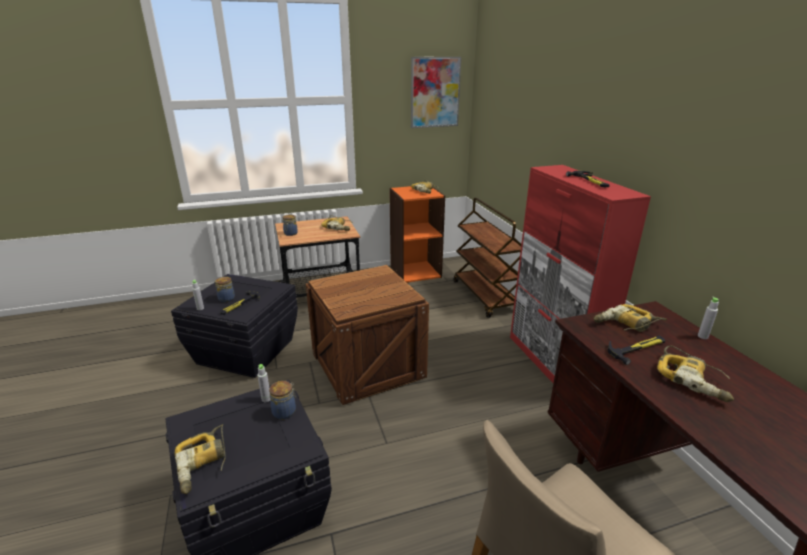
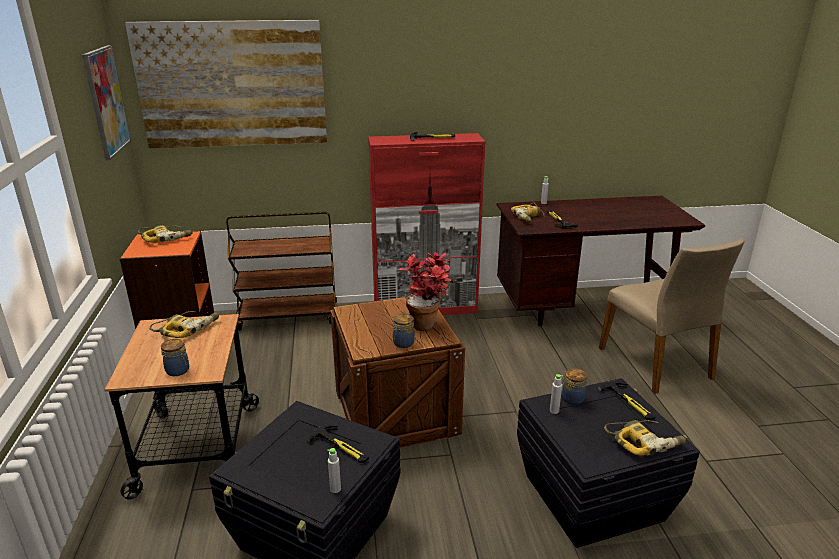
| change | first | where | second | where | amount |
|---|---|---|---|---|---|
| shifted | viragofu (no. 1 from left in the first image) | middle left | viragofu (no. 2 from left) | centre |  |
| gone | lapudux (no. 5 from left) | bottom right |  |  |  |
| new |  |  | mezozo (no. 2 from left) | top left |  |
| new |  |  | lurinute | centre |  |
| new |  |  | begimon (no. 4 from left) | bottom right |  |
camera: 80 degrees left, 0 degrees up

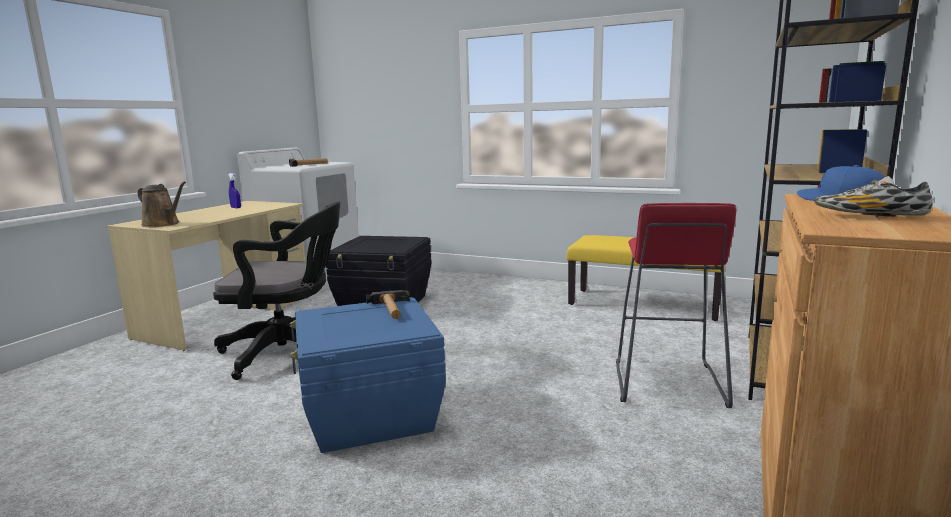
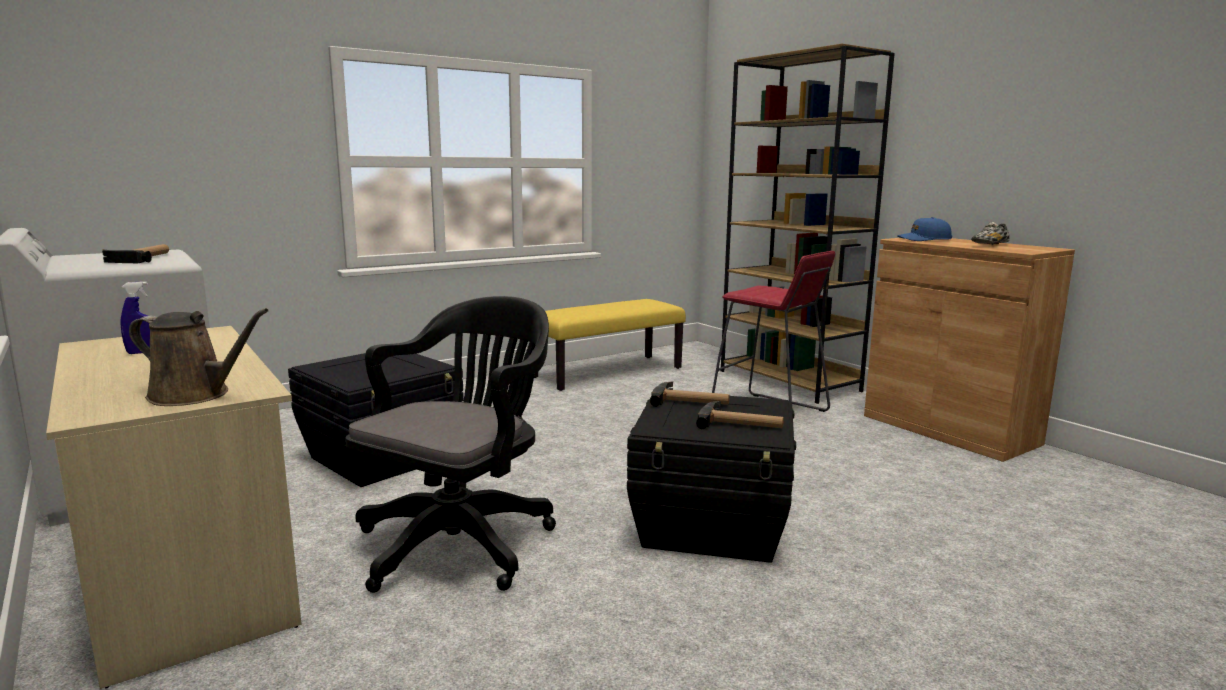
| change | first | where | second | where | amount |
|---|---|---|---|---|---|
| rotated | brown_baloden | middle left |  | middle left | 45 degrees clockwise |
| repainted | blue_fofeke | bottom centre | black_fofeke (no. 2 from left) | bottom centre |  |
| new |  |  | begimon (no. 3 from left) | centre |  |
camera: 60 degrees left, 0 degrees up

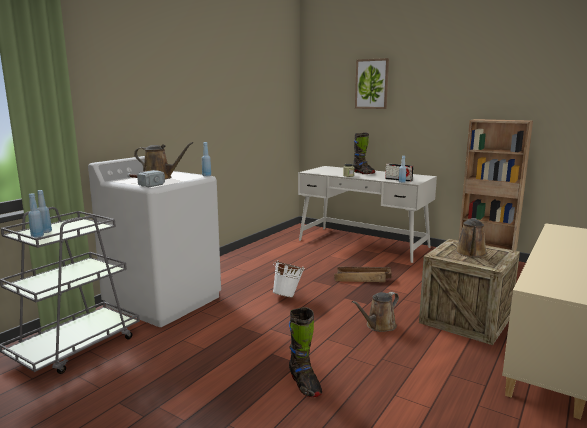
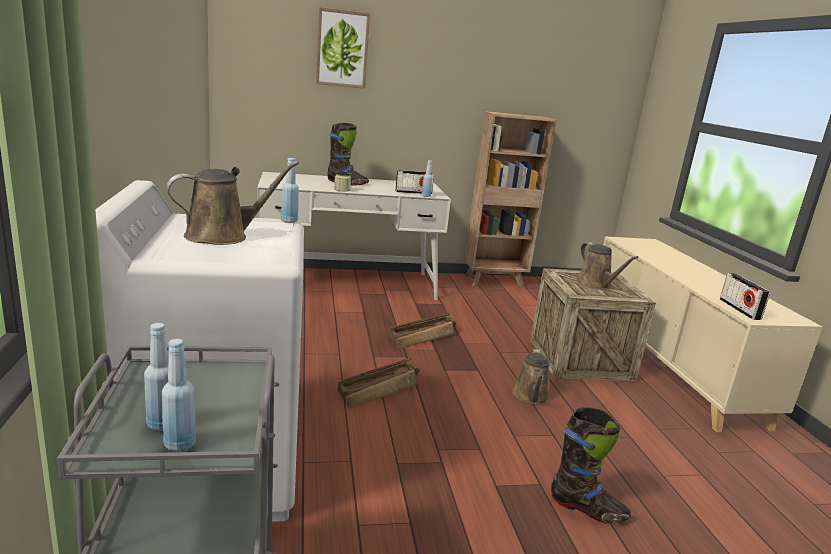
| change | first | where | second | where | amount |
|---|---|---|---|---|---|
| gone | begimon | middle left |  |  |  |
| swapped | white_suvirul | centre | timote (no. 1 from left) | bottom centre |  |
| new |  |  | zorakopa (no. 2 from left) | middle right |  |
camera: 45 degrees left, 5 degrees up

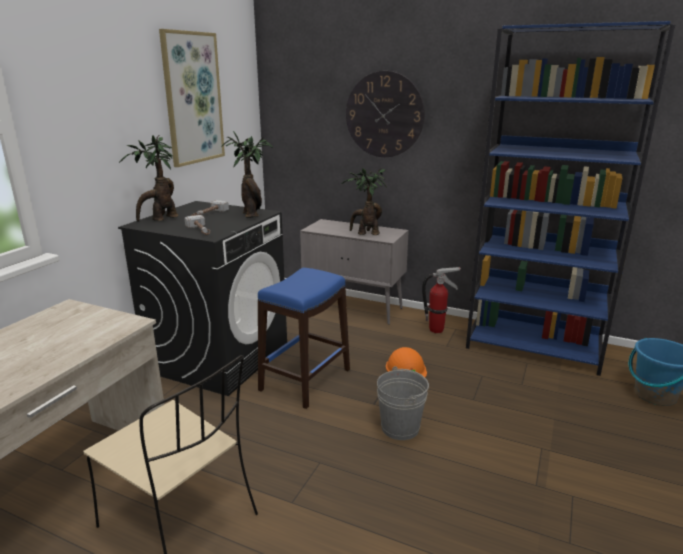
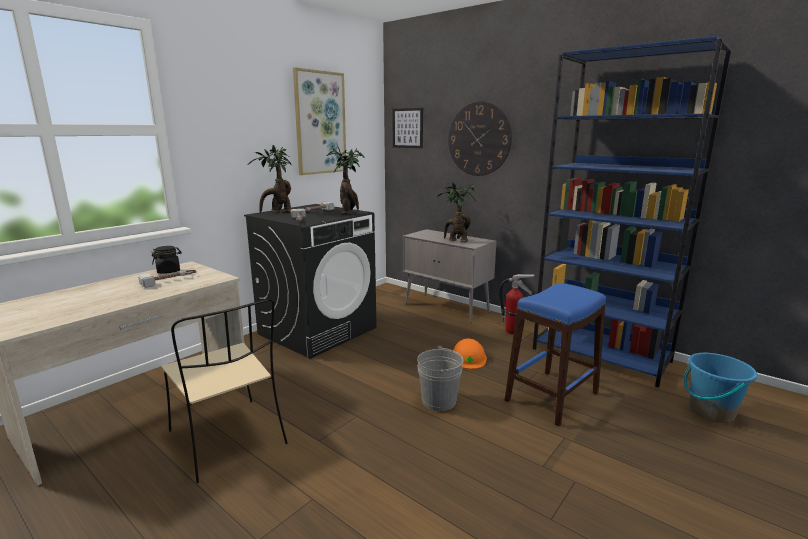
| change | first | where | second | where | amount |
|---|---|---|---|---|---|
| shifted | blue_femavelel | centre |  | middle right |  |
| new |  |  | mezozo (no. 2 from left) | top centre |  |
| new |  |  | black_viragofu | middle left |  |
| new |  |  | begimon (no. 1 from left) | middle left |  |
camera: 15 degrees right, 5 degrees down

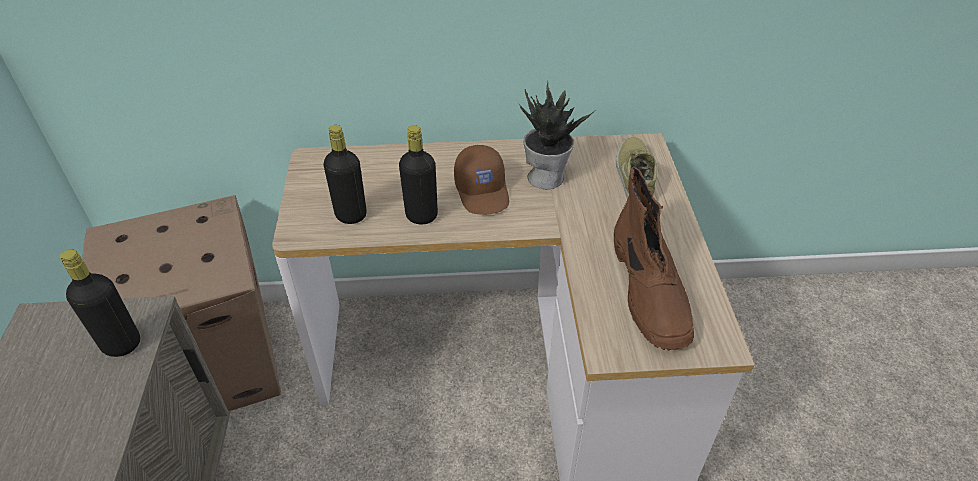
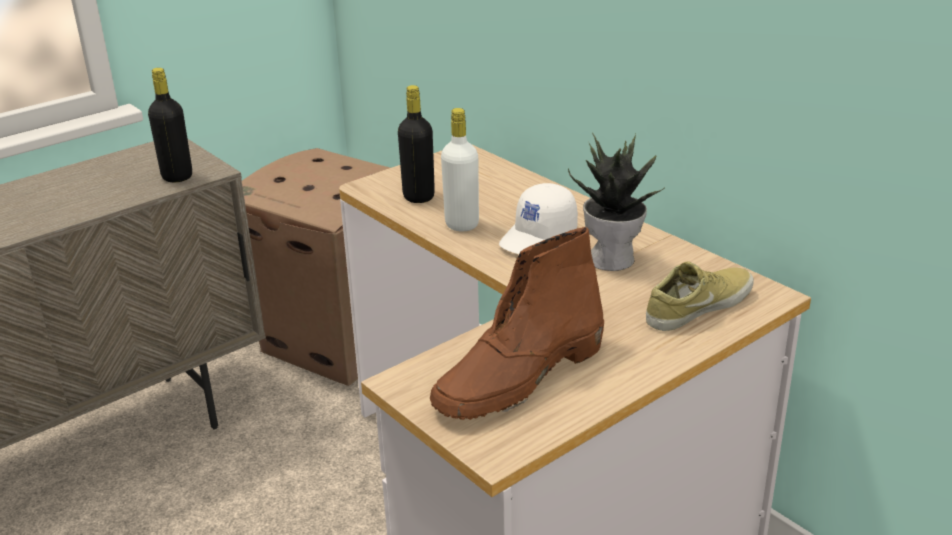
| change | first | where | second | where | amount |
|---|---|---|---|---|---|
| repainted | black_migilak (no. 3 from left) | centre | white_migilak | top centre |  |
| repainted | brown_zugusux | centre | white_zugusux | centre |  |
camera: 55 degrees right, 15 degrees down

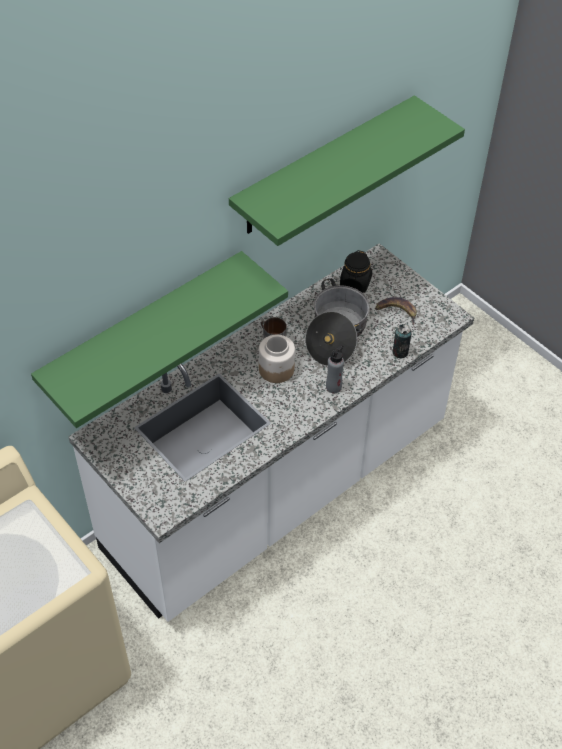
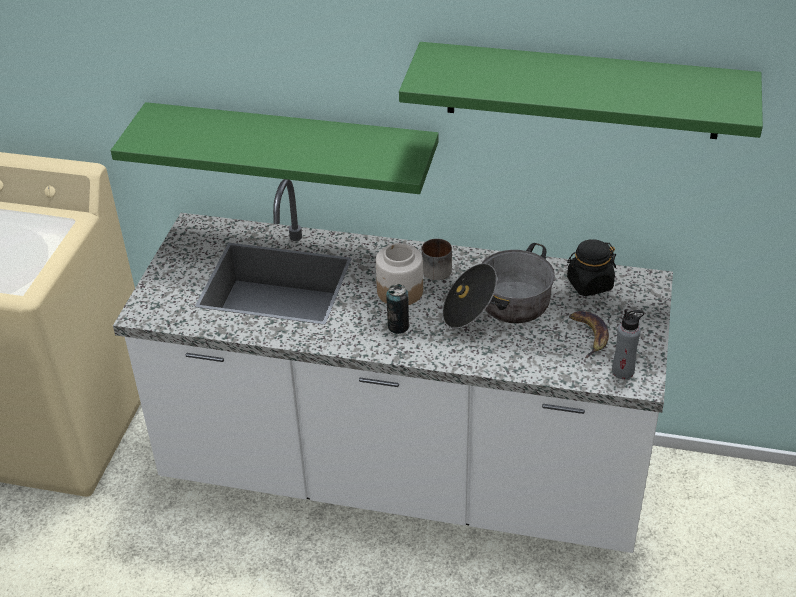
| change | first | where | second | where | amount |
|---|---|---|---|---|---|
| shifted | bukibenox | middle right |  | centre |  |
| shifted | grey_migilak | centre |  | middle right |  |
camera: 55 degrees right, 10 degrees down

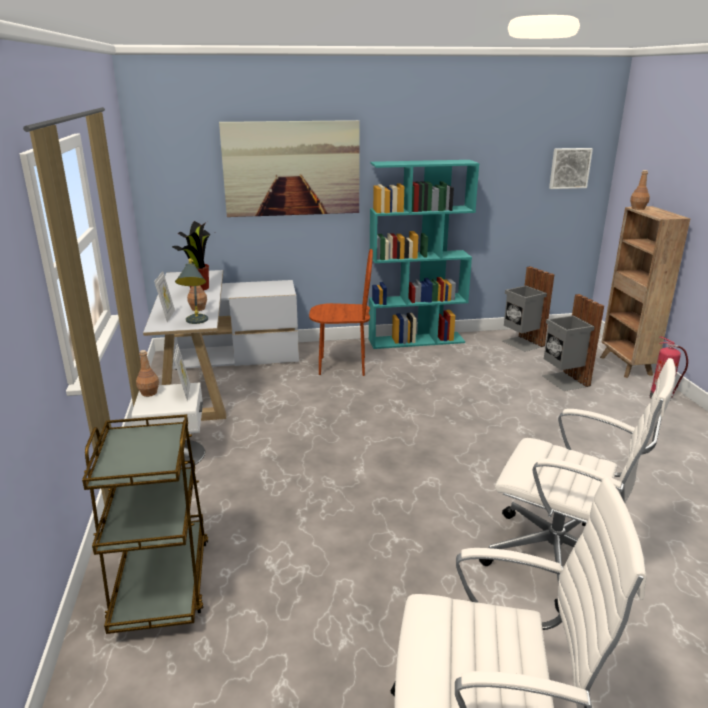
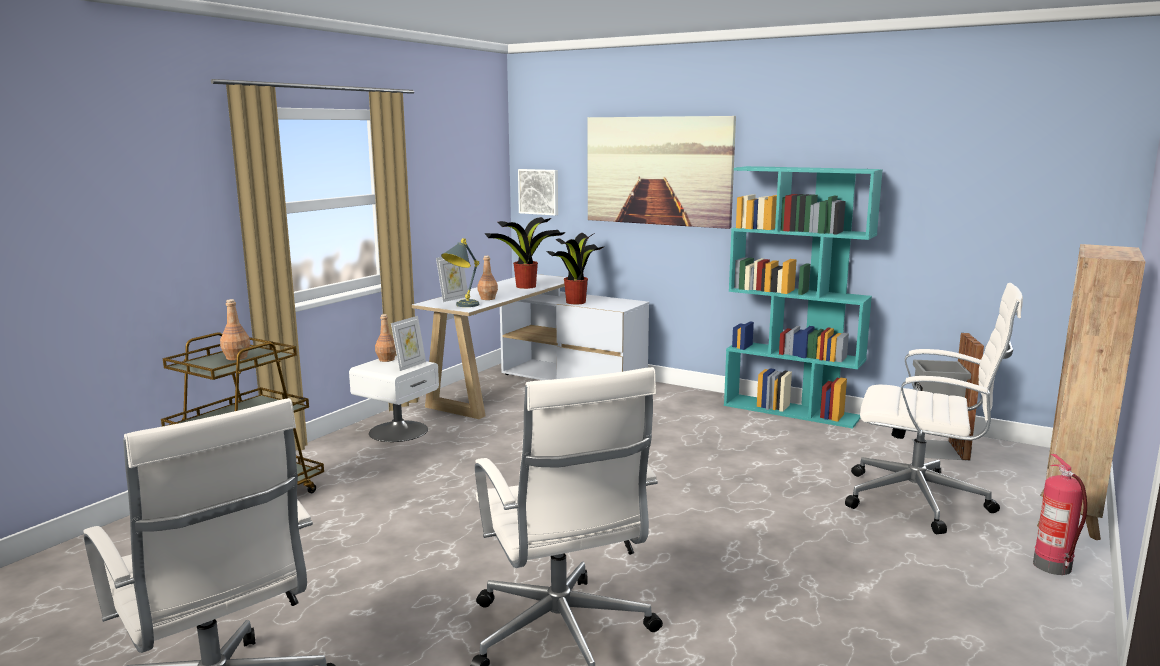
| change | first | where | second | where | amount |
|---|---|---|---|---|---|
| shifted | mezozo (no. 2 from left in the first image) | top right | mezozo (no. 1 from left) | top centre |  |
| shifted | brown_migilak (no. 3 from left in the first image) | top right | brown_migilak (no. 1 from left) | middle left |  |
| gone | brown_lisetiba | centre |  |  |  |
| swapped | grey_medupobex (no. 2 from left) | middle right | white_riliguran (no. 3 from left) | middle right |  |
| new |  |  | lurinute (no. 2 from left) | centre |  |
camera: 40 degrees right, 10 degrees down

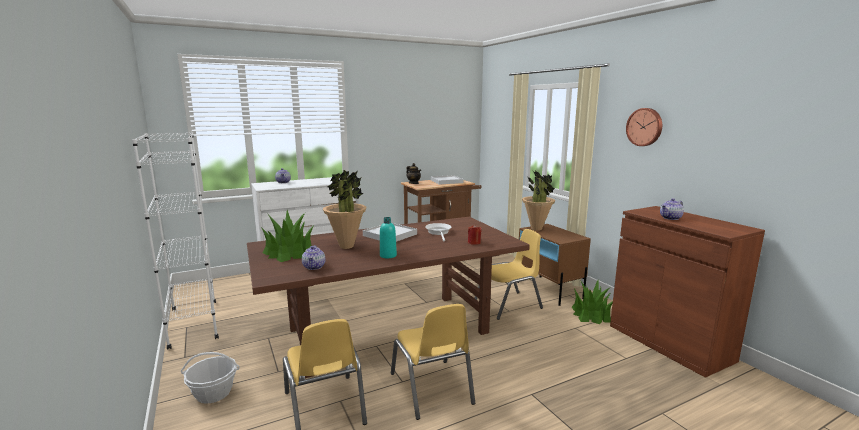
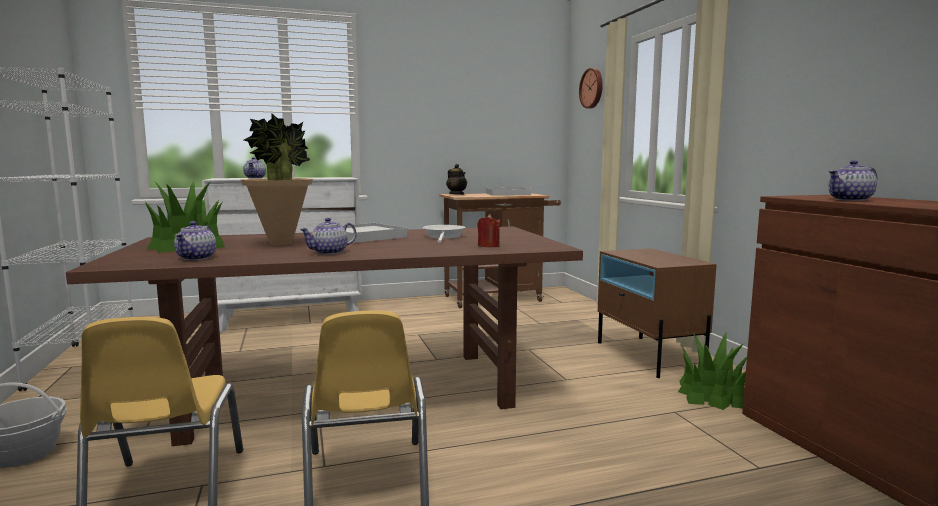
| change | first | where | second | where | amount |
|---|---|---|---|---|---|
| shifted | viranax | top right |  | top centre |  |
| gone | lurinute (no. 3 from left) | centre |  |  |  |
| swapped | turquoise_migilak | centre | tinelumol (no. 3 from left) | centre |  |
| gone | yellow_lisetiba (no. 3 from left) | centre |  |  |  |
camera: 10 degrees right, 5 degrees down

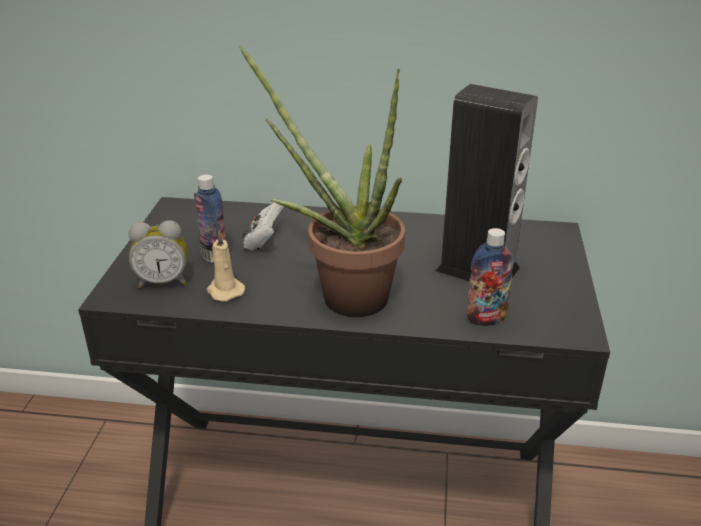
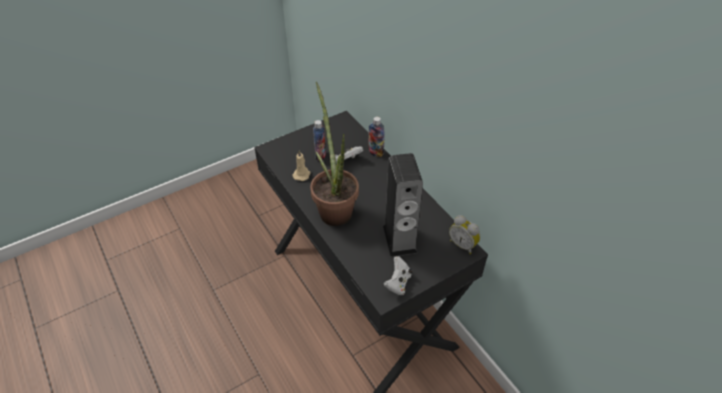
| change | first | where | second | where | amount |
|---|---|---|---|---|---|
| shifted | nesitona | middle left |  | centre |  |
| shifted | migilak (no. 2 from left) | middle right |  | centre |  |
| new |  |  | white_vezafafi (no. 2 from left) | bottom centre |  |
camera: 50 degrees right, 15 degrees up

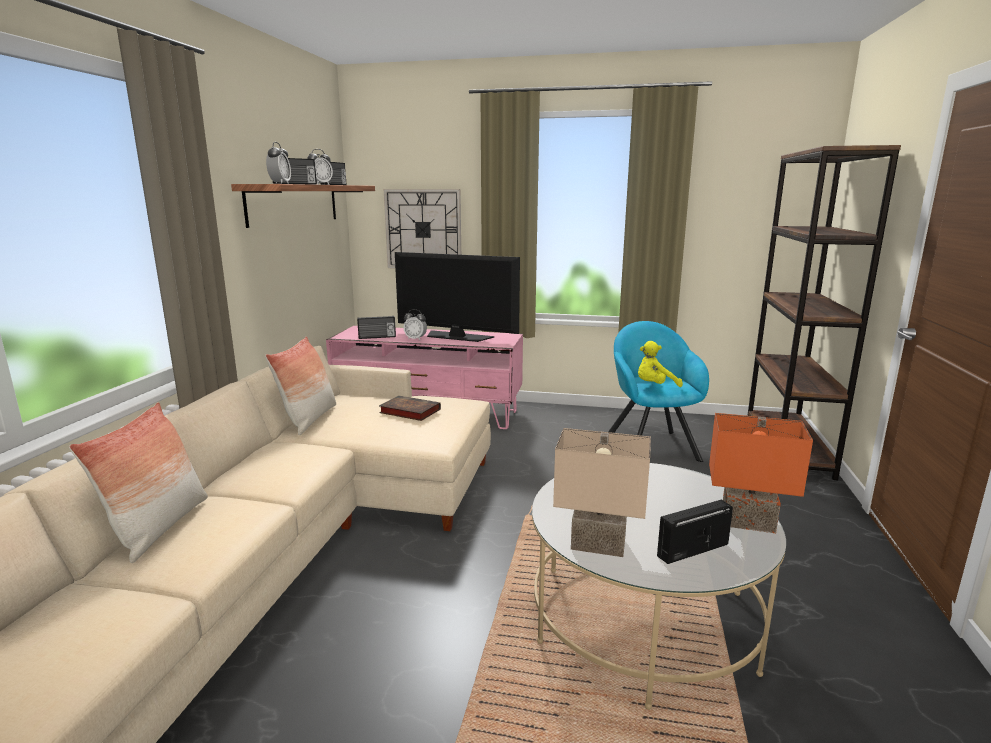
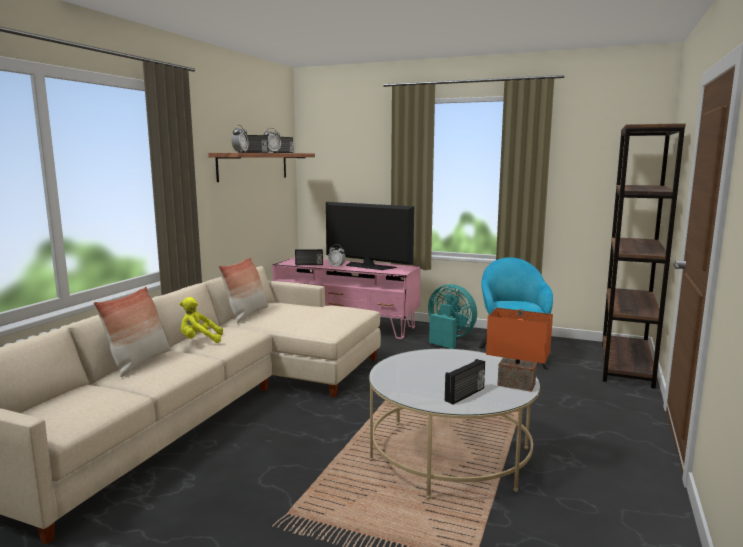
| change | first | where | second | where | amount |
|---|---|---|---|---|---|
| gone | viranax | top centre |  |  |  |
| shifted | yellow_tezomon | centre |  | middle left |  |
| gone | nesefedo | centre |  |  |  |
| gone | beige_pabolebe | centre |  |  |  |
| rotated | zorakopa (no. 4 from left) | bottom right |  | bottom centre | 150 degrees clockwise |
| new |  |  | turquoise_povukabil | centre |  |
camera: 10 degrees right, 5 degrees down

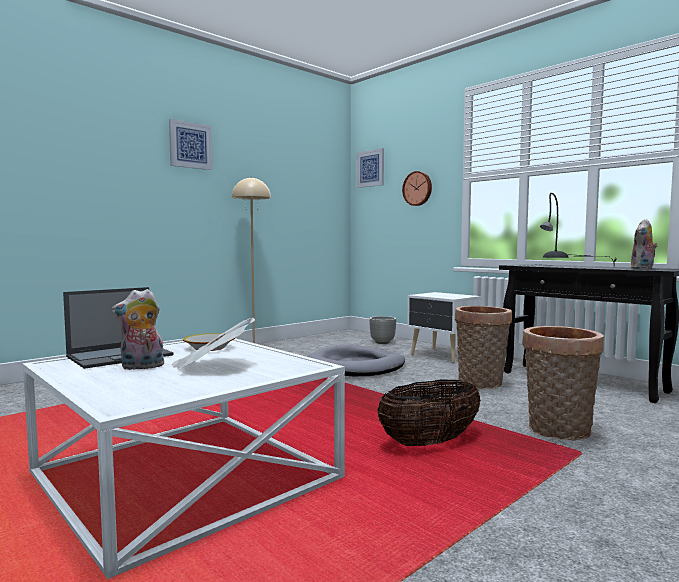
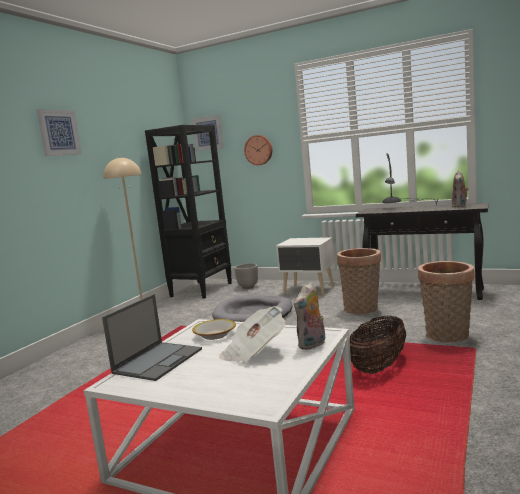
| change | first | where | second | where | amount |
|---|---|---|---|---|---|
| shifted | tezomon (no. 1 from left) | middle left |  | centre |  |
| new |  |  | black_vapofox | centre |  |
camera: 20 degrees left, 5 degrees up

